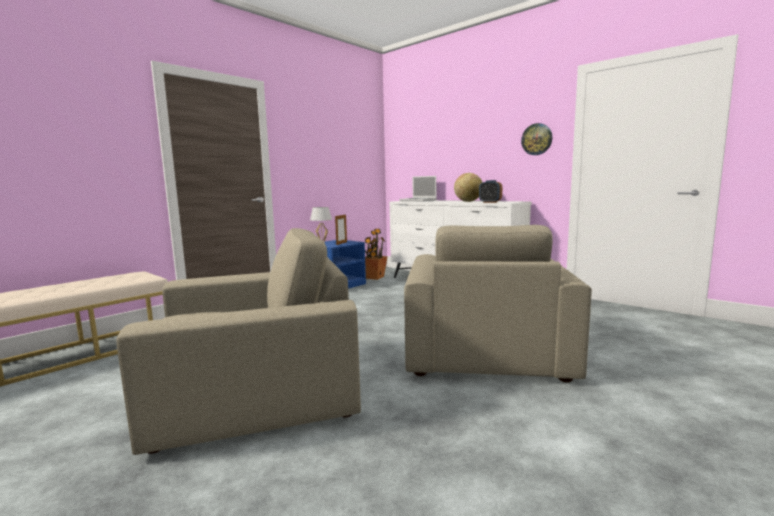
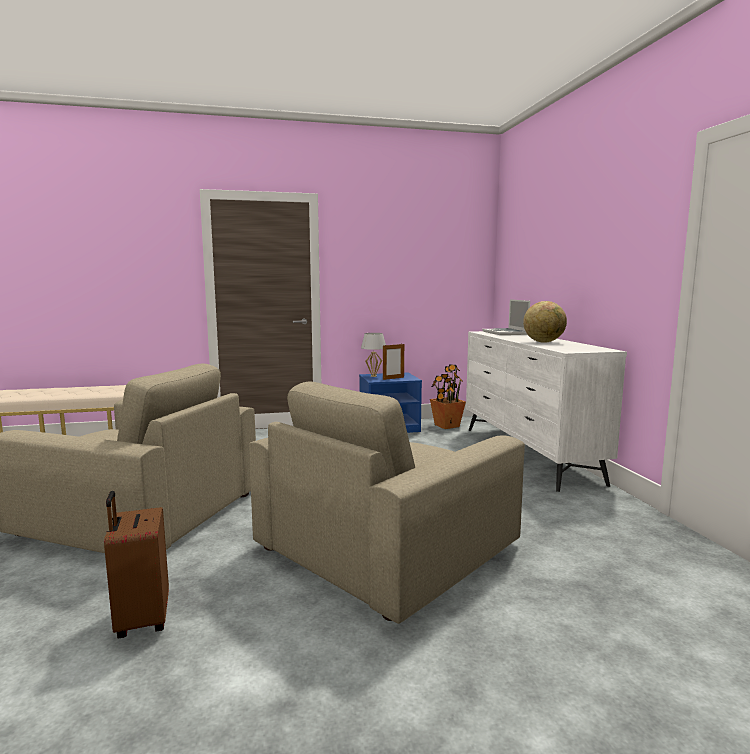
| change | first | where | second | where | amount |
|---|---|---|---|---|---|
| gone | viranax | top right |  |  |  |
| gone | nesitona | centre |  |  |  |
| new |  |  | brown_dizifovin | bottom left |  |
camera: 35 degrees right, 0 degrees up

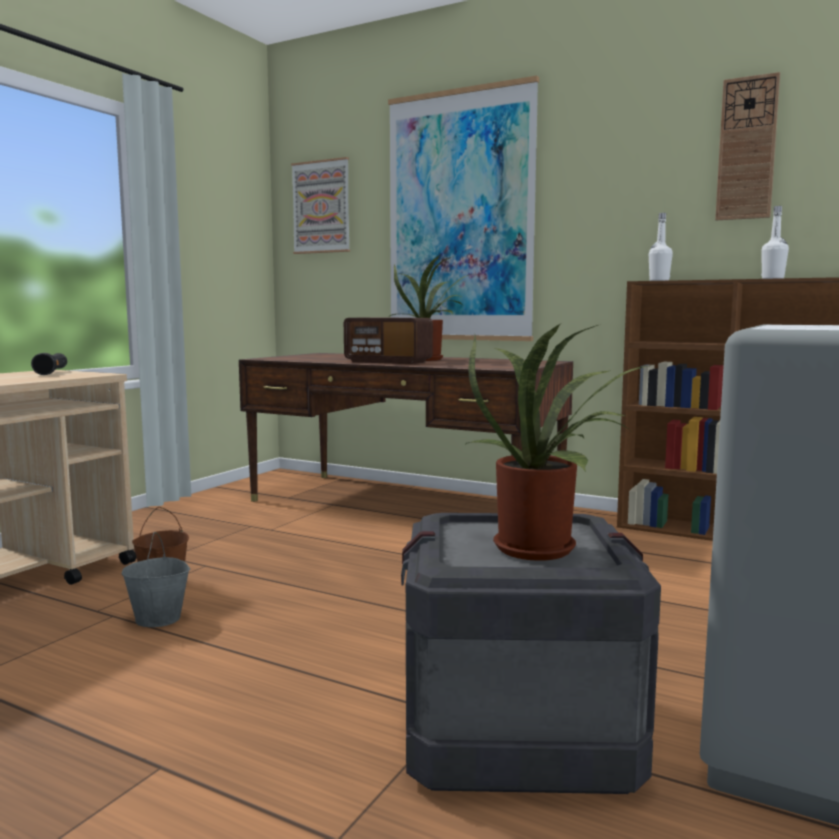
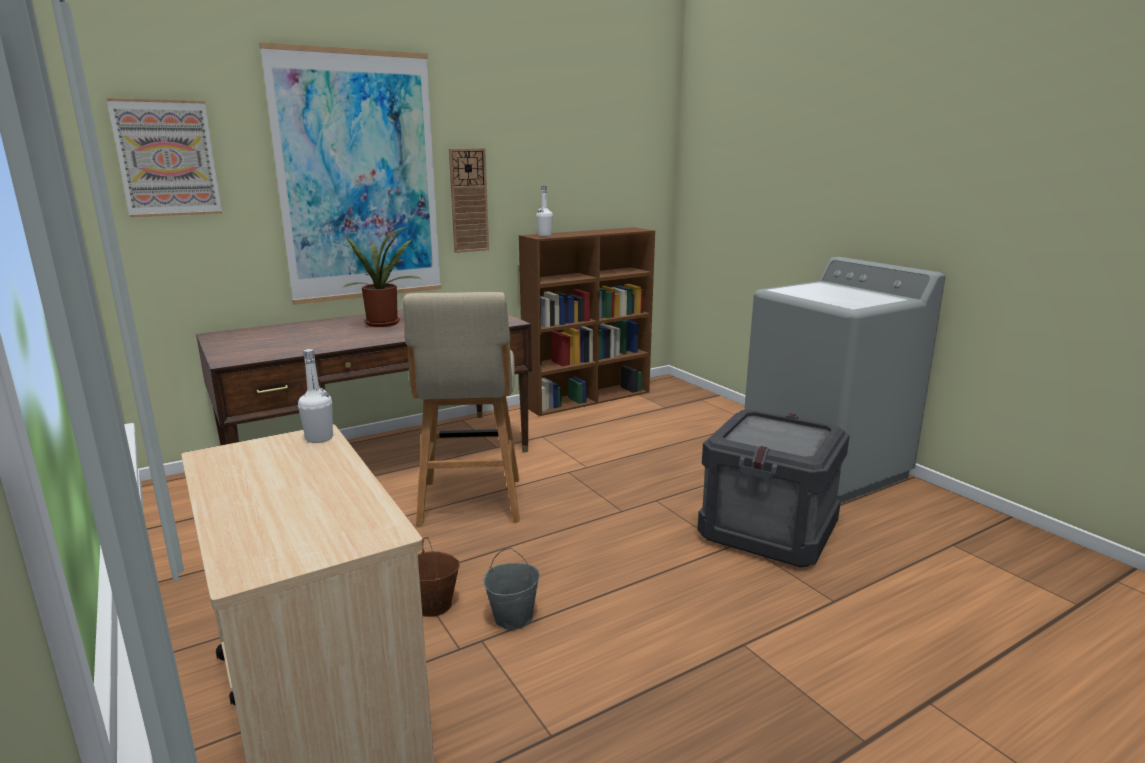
| change | first | where | second | where | amount |
|---|---|---|---|---|---|
| shifted | viranax | top right |  | top centre |  |
| shifted | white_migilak (no. 2 from left in the first image) | top right | white_migilak (no. 1 from left) | middle left |  |
| gone | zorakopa | centre |  |  |  |
| gone | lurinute (no. 2 from left) | centre |  |  |  |
| gone | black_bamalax | middle left |  |  |  |
| new |  |  | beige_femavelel | centre |  |
camera: 60 degrees left, 10 degrees up

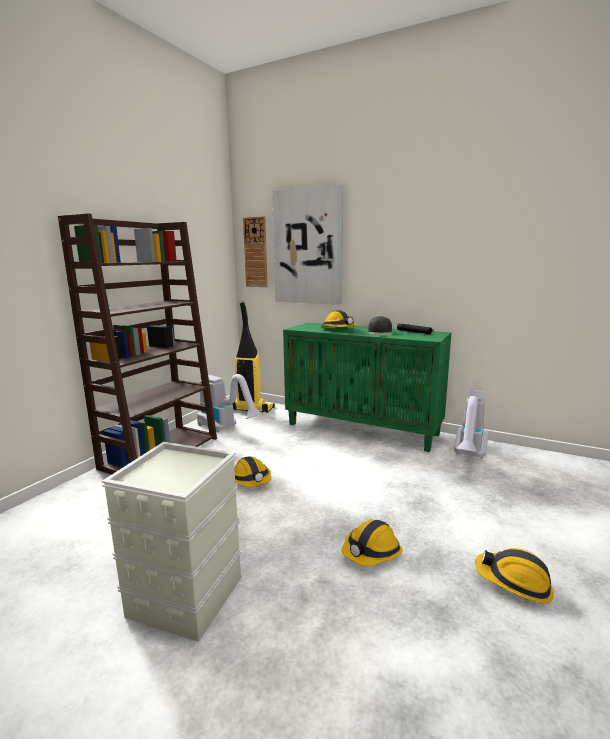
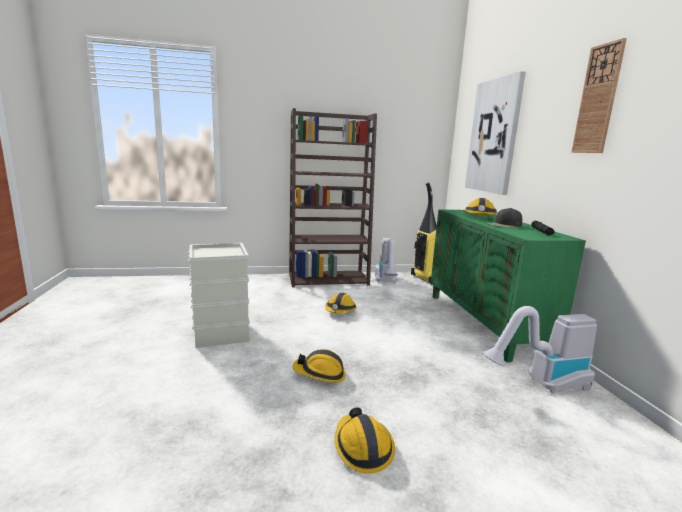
| change | first | where | second | where | amount |
|---|---|---|---|---|---|
| shifted | viranax | centre |  | top right |  |
camera: 50 degrees right, 0 degrees up

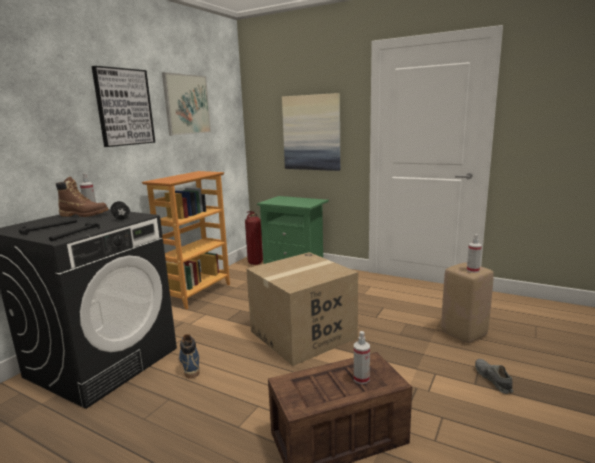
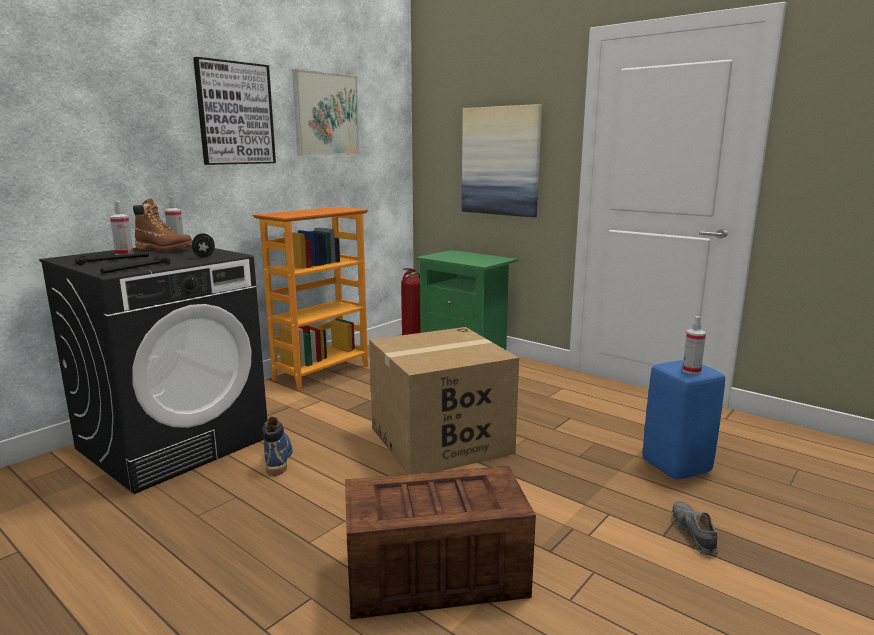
| change | first | where | second | where | amount |
|---|---|---|---|---|---|
| repainted | beige_femavelel | middle right | blue_femavelel | middle right |  |
| shifted | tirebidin (no. 2 from left in the first image) | bottom centre | tirebidin (no. 1 from left) | middle left |  |
camera: 10 degrees right, 0 degrees up

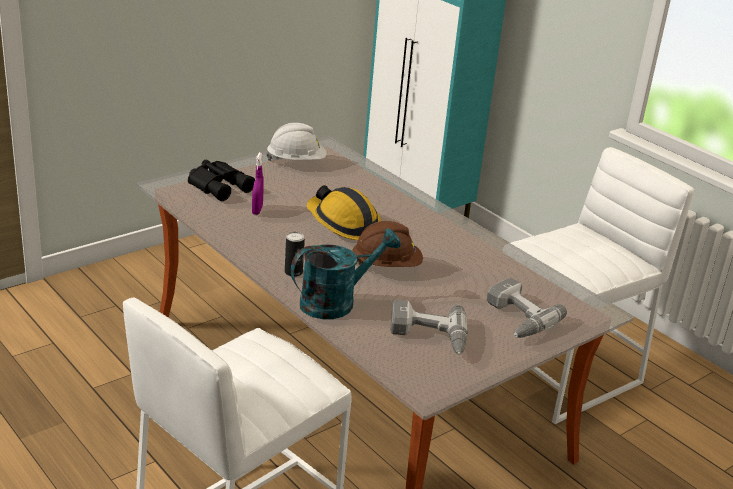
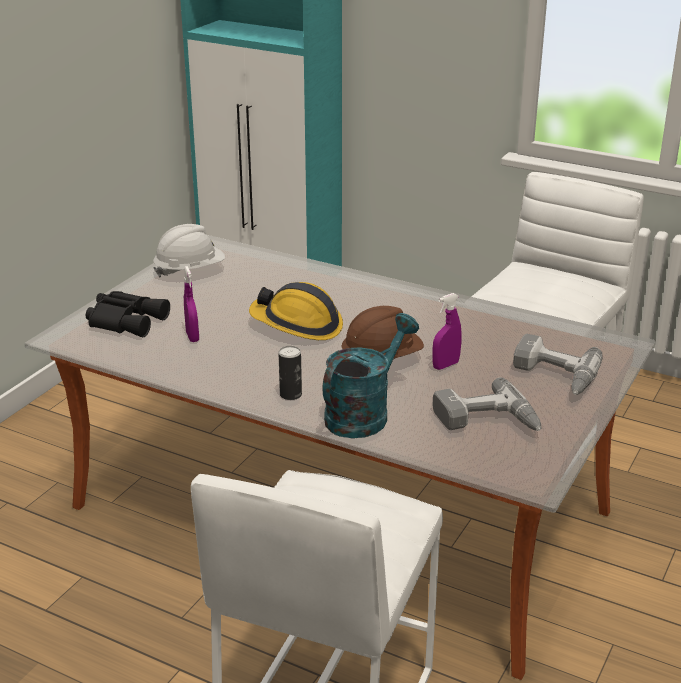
| change | first | where | second | where | amount |
|---|---|---|---|---|---|
| new |  |  | purple_tirebidin (no. 2 from left) | centre |  |
camera: 20 degrees left, 0 degrees up

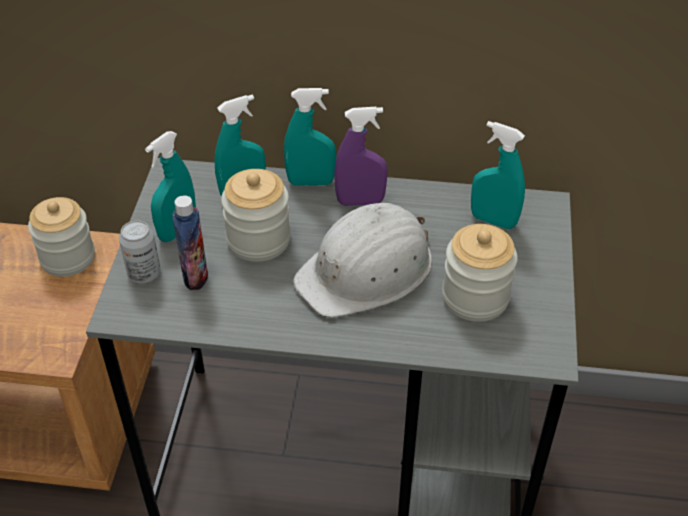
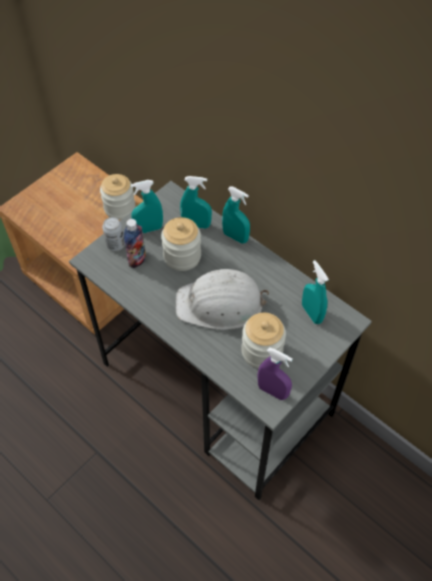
| change | first | where | second | where | amount |
|---|---|---|---|---|---|
| shifted | purple_tirebidin | top centre |  | centre |  |
camera: 35 degrees right, 10 degrees up

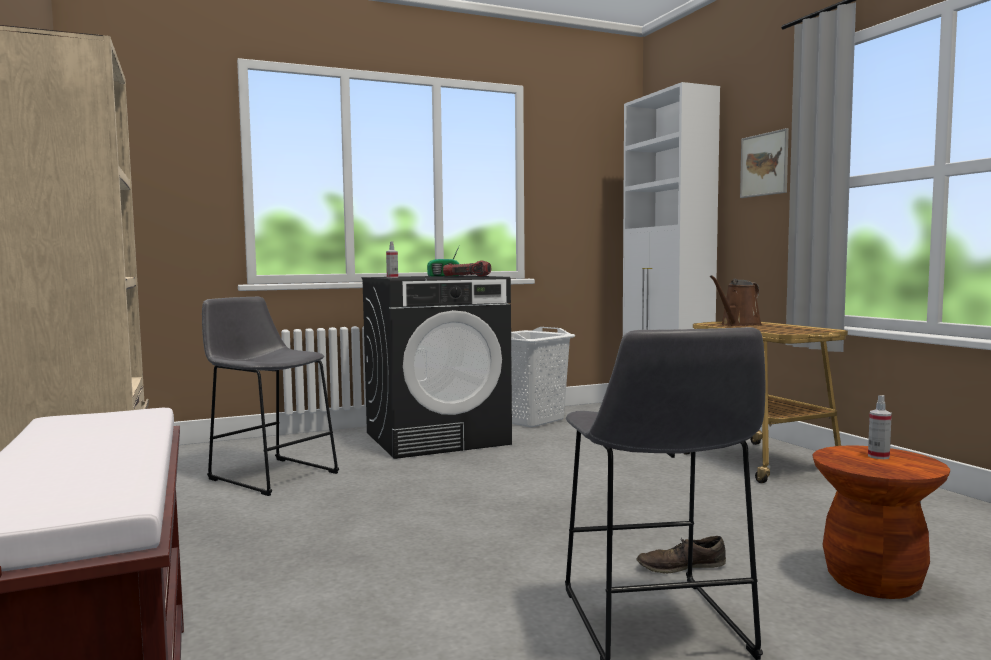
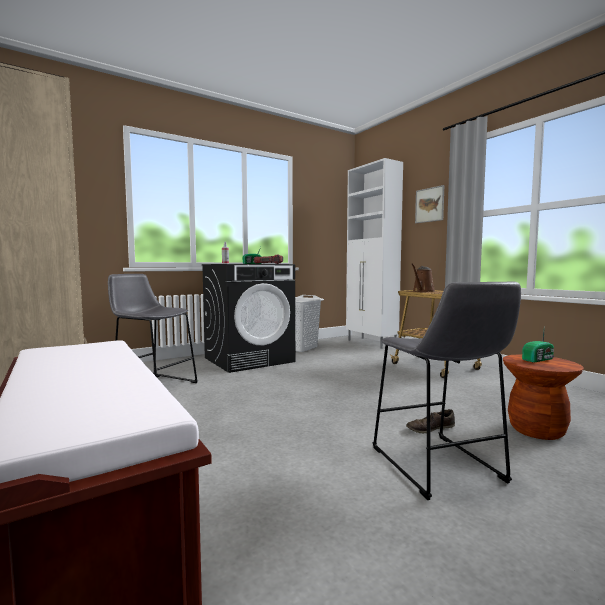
| change | first | where | second | where | amount |
|---|---|---|---|---|---|
| swapped | tirebidin (no. 2 from left) | middle right | zorakopa (no. 2 from left) | middle right |  |
camera: 10 degrees left, 0 degrees up

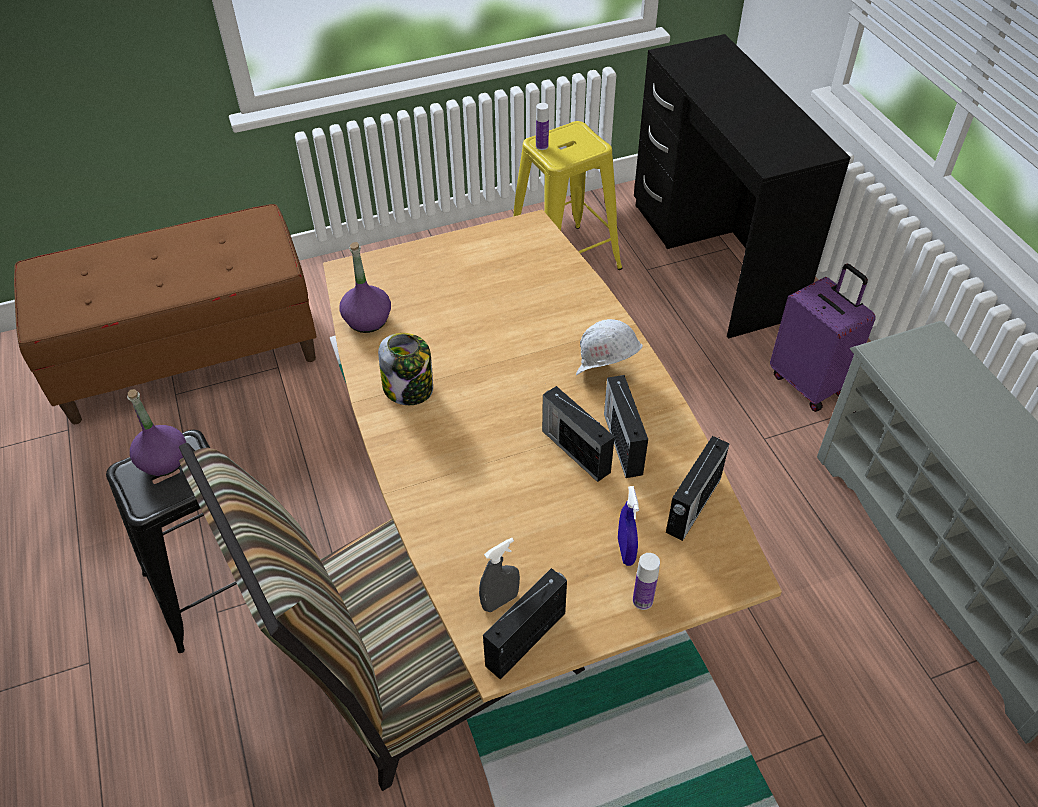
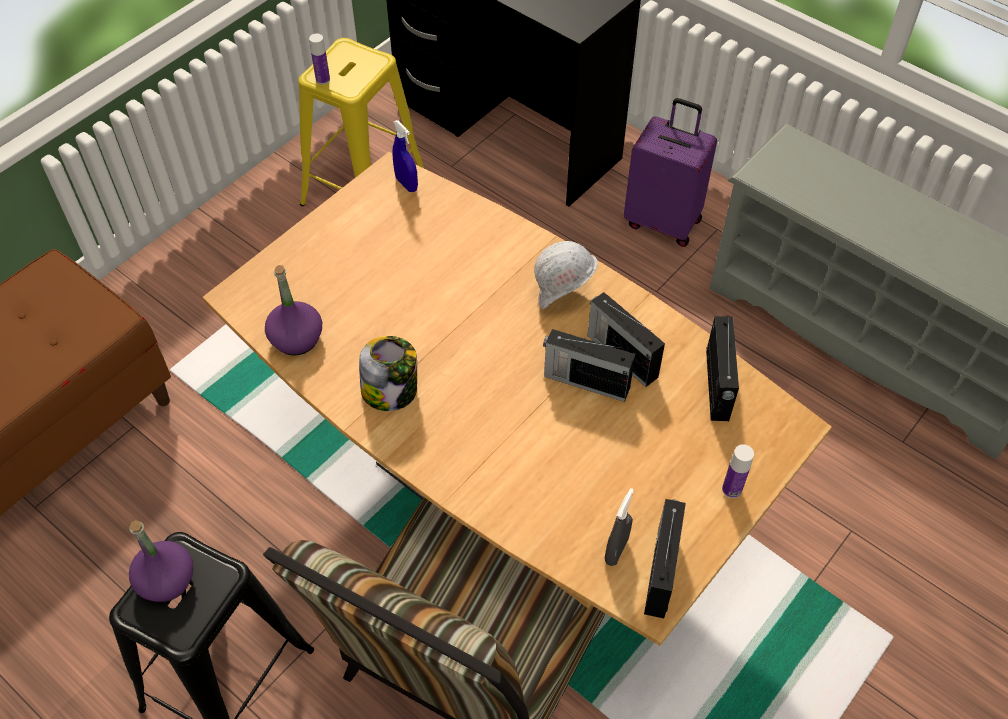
| change | first | where | second | where | amount |
|---|---|---|---|---|---|
| shifted | blue_tirebidin | centre |  | top centre |  |
camera: 30 degrees left, 5 degrees up

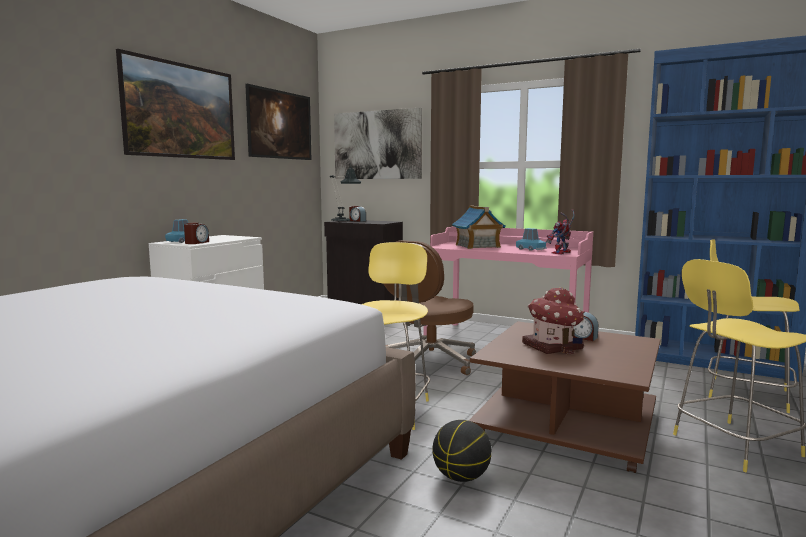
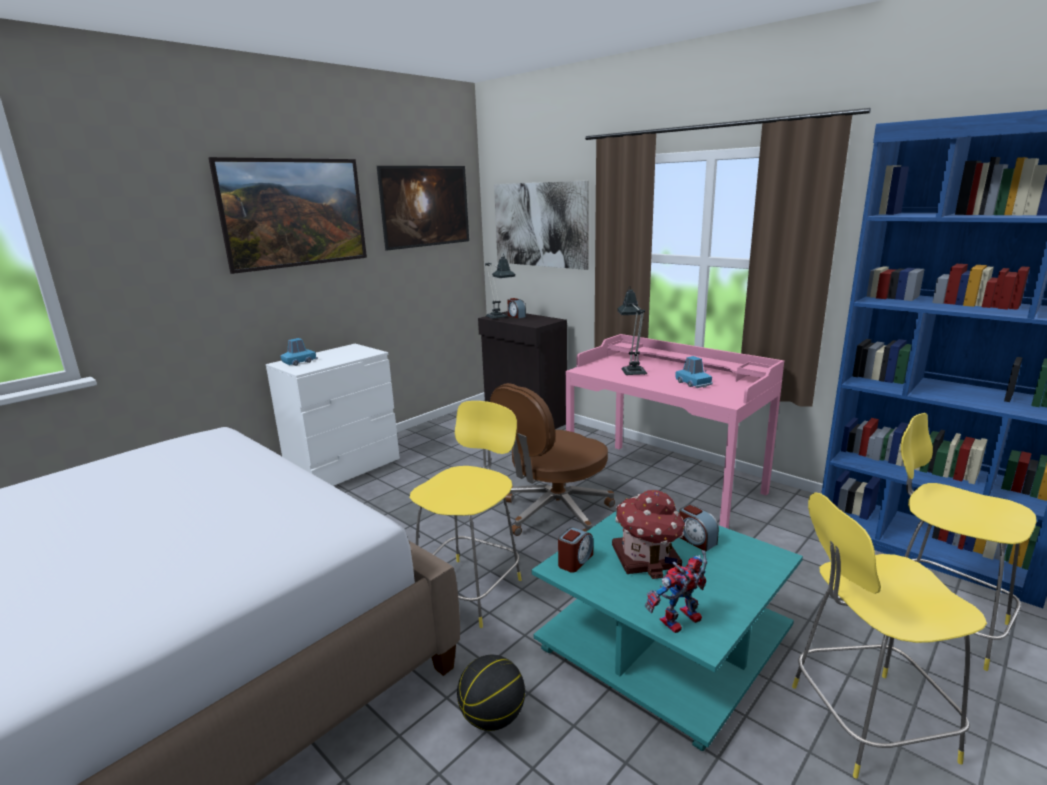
| change | first | where | second | where | amount |
|---|---|---|---|---|---|
| swapped | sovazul (no. 1 from left) | centre | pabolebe (no. 2 from left) | centre |  |
| shifted | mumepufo | middle right |  | bottom centre |  |
| shifted | nesitona (no. 1 from left in the first image) | middle left | nesitona (no. 2 from left) | bottom centre |  |
| repainted | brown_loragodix | bottom right | turquoise_loragodix | bottom centre |  |
camera: 15 degrees right, 10 degrees up

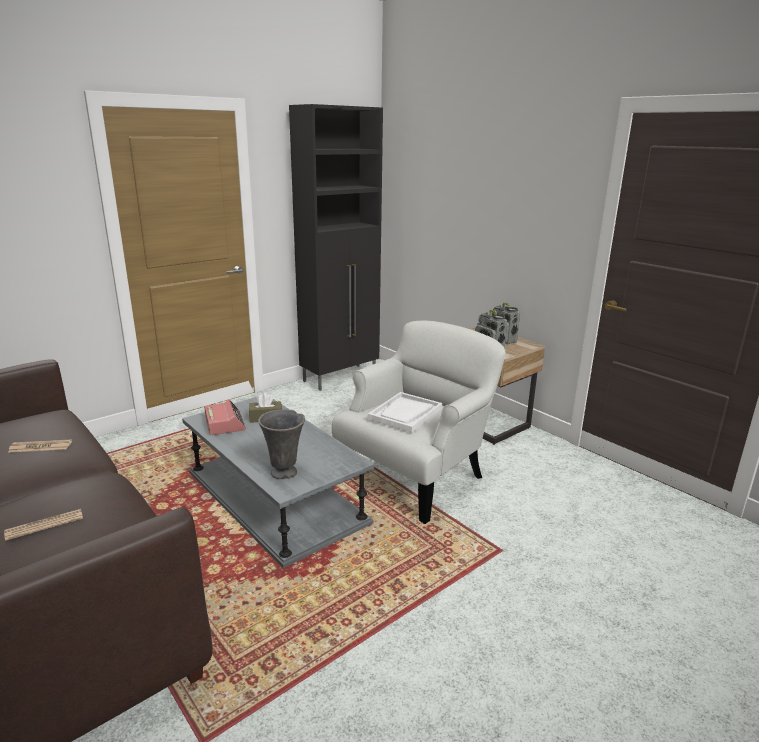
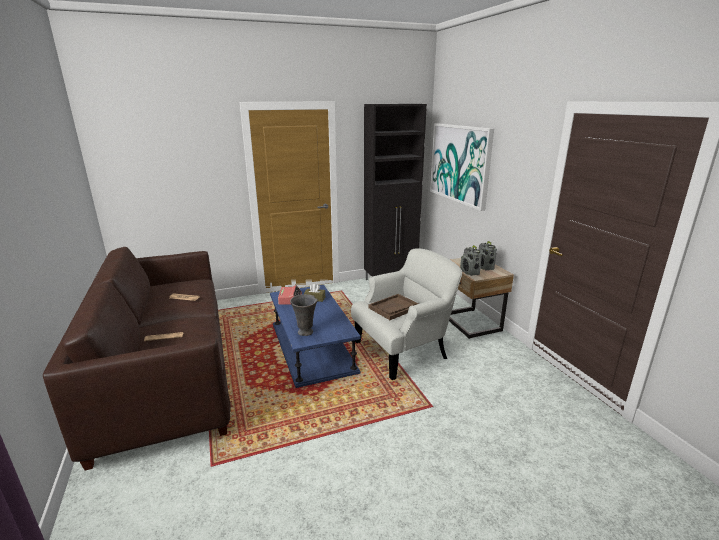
| change | first | where | second | where | amount |
|---|---|---|---|---|---|
| repainted | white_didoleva | centre | brown_didoleva | centre |  |
| repainted | grey_loragodix | centre | blue_loragodix | centre |  |
| new |  |  | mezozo | top centre |  |
camera: 20 degrees right, 0 degrees up

